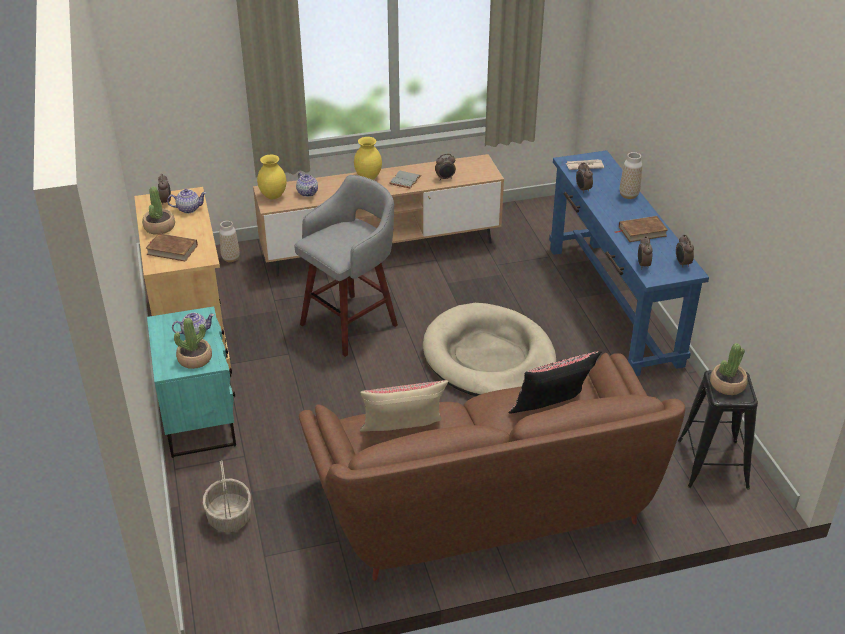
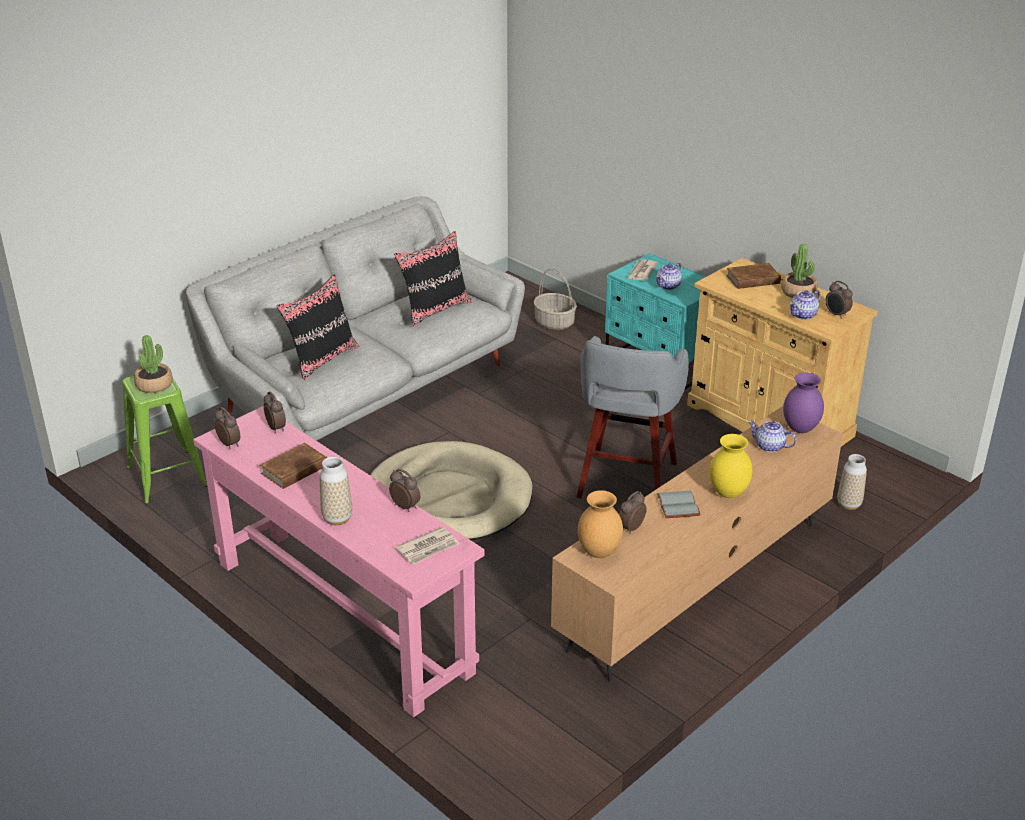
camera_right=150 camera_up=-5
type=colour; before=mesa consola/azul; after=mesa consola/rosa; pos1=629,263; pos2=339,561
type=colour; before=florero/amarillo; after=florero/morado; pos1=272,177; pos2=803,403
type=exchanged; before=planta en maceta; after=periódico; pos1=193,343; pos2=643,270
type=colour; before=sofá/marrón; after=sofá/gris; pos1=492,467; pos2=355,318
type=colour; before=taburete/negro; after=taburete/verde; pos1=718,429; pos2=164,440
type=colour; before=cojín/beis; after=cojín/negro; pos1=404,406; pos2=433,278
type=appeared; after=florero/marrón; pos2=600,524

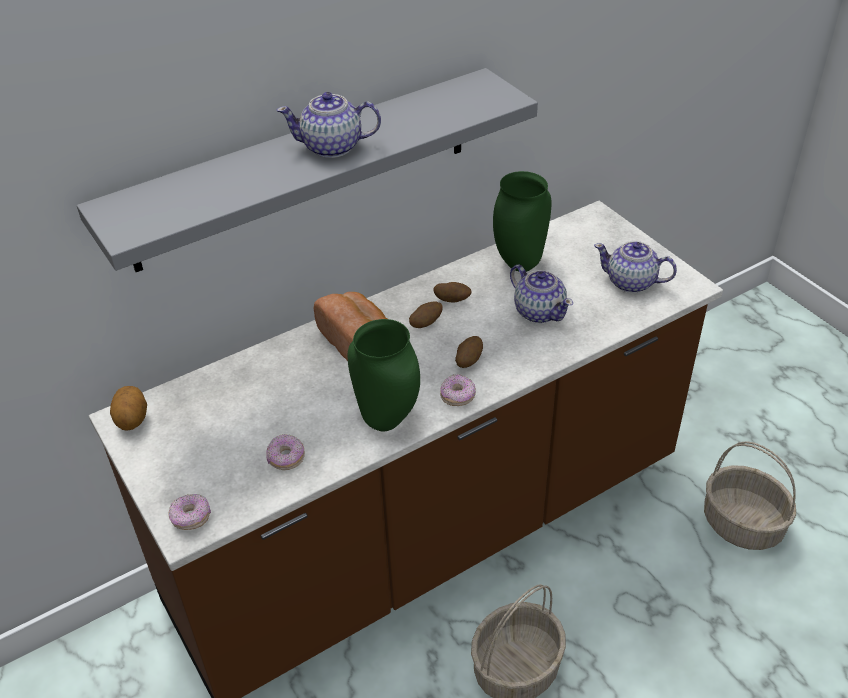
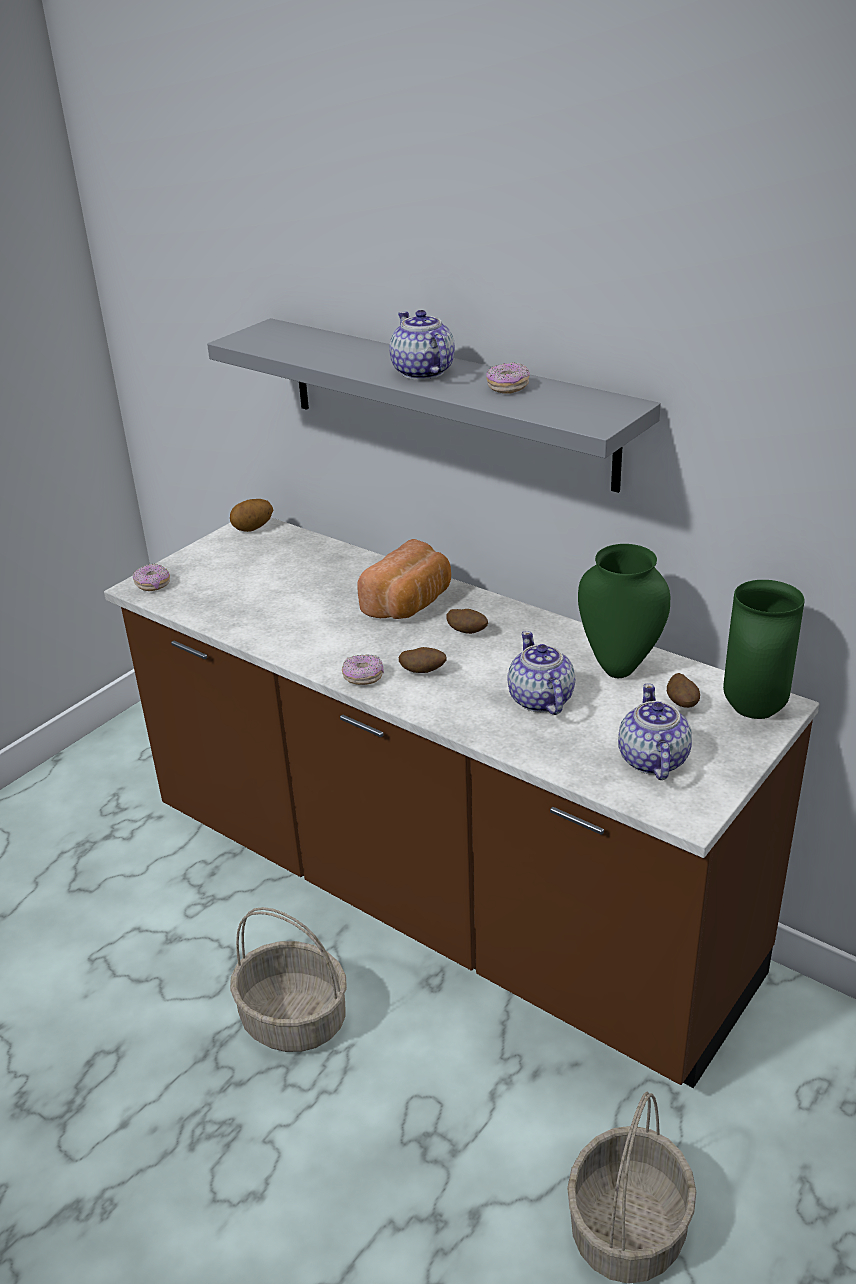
camera_right=70 camera_up=-10
type=spun; before=tetera; pos1=541,294; pos2=541,673; turn=135
type=relocated; before=patata; pos1=452,292; pos2=683,690
type=relocated; before=florero/verde; pos1=384,375; pos2=764,649
type=relocated; before=rosquilla; pos1=285,452; pos2=508,378

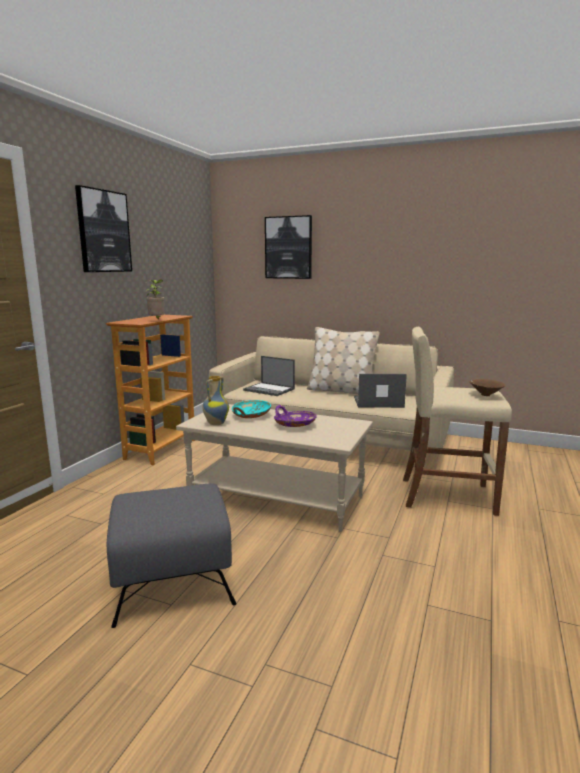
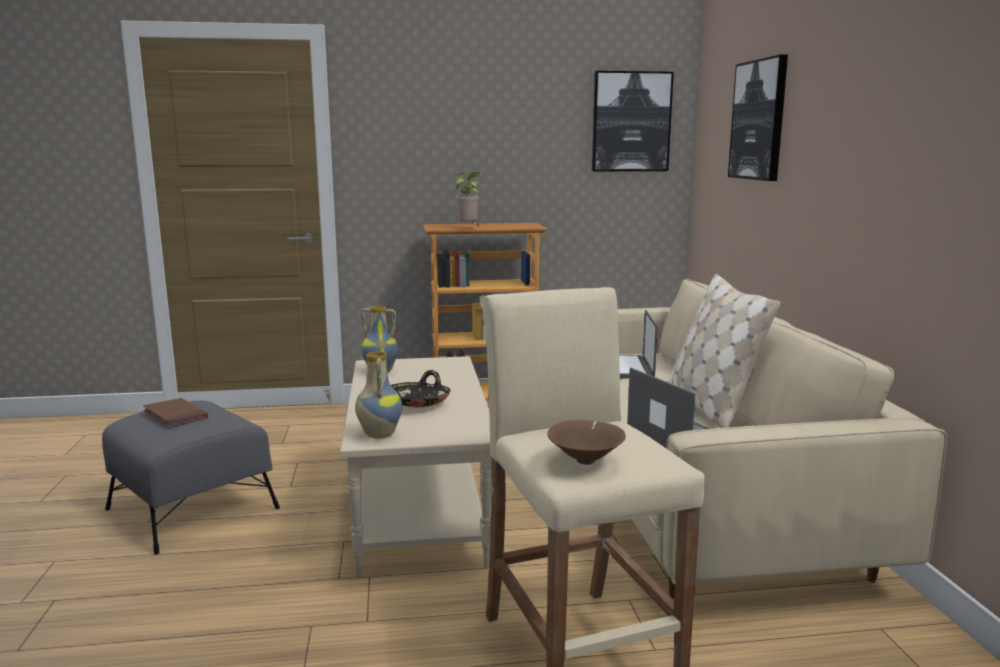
camera_right=60 camera_up=0
type=relocated; before=cuadro; pos1=103,228; pos2=633,121
type=missing; before=cuenco/turquesa; pos1=251,409
type=colour; before=cuenco/morado; after=cuenco/negro; pos1=295,416; pos2=420,388
type=appeared; after=florero; pos2=378,395
type=appeared; after=libro/marrón; pos2=175,413

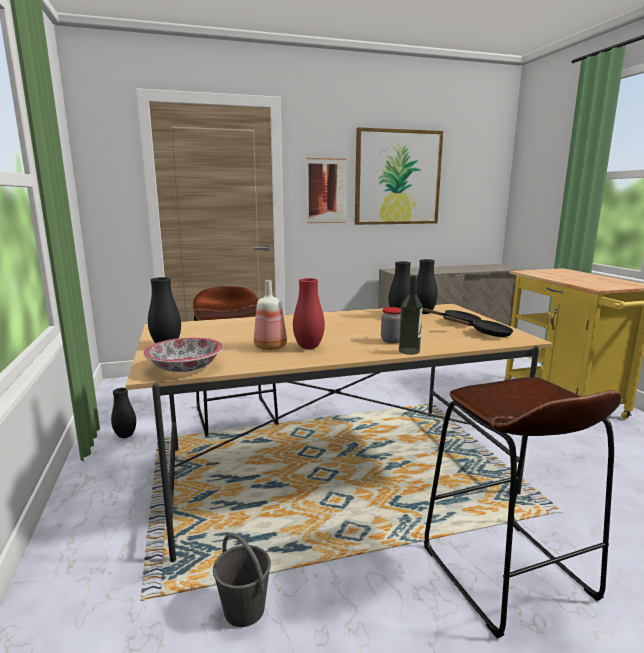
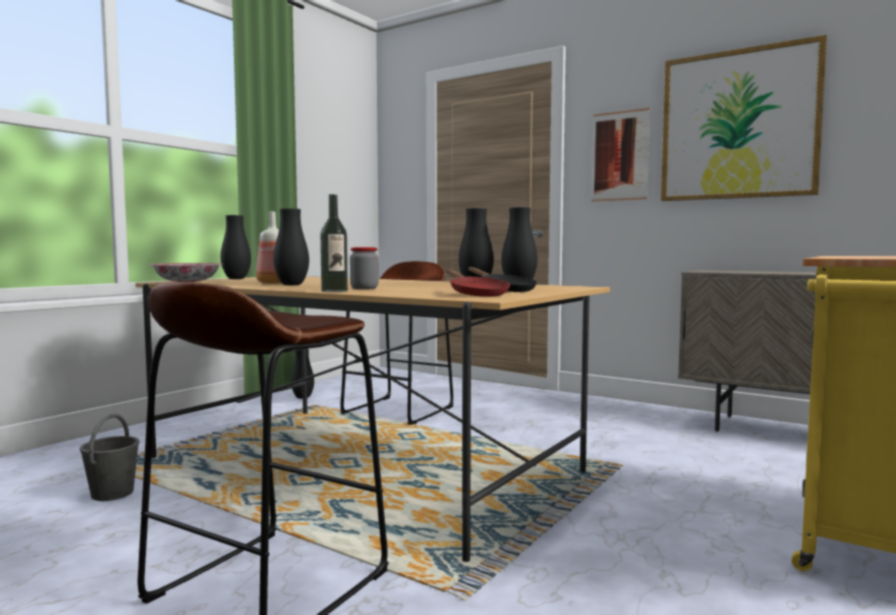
camera_right=50 camera_up=-10
type=colour; before=florero/rojo; after=florero/negro; pos1=309,313; pos2=291,246
type=colour; before=sartén/negro; after=sartén/rojo; pos1=478,326; pos2=477,282

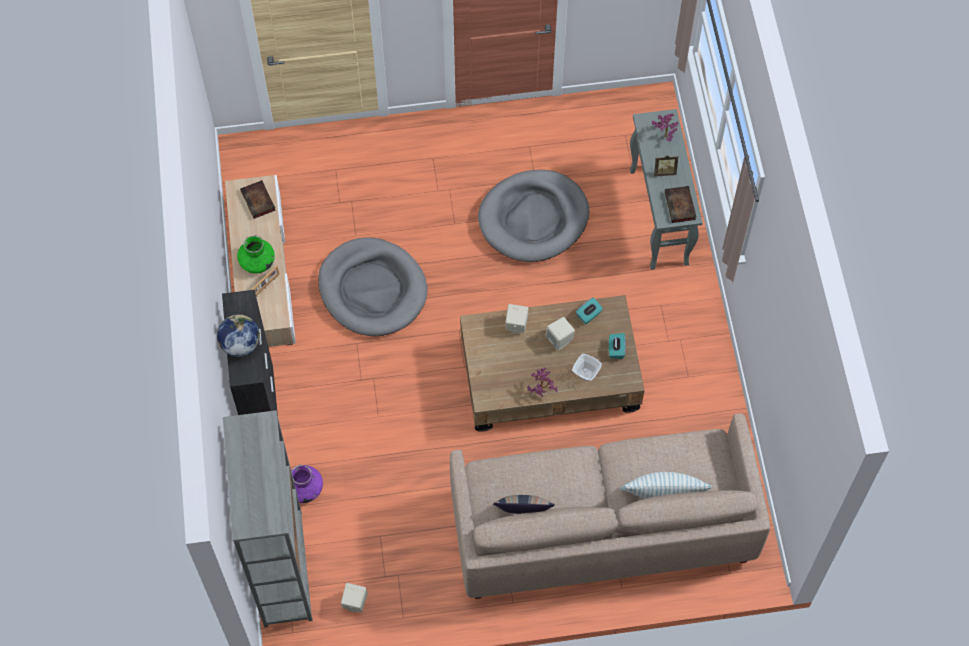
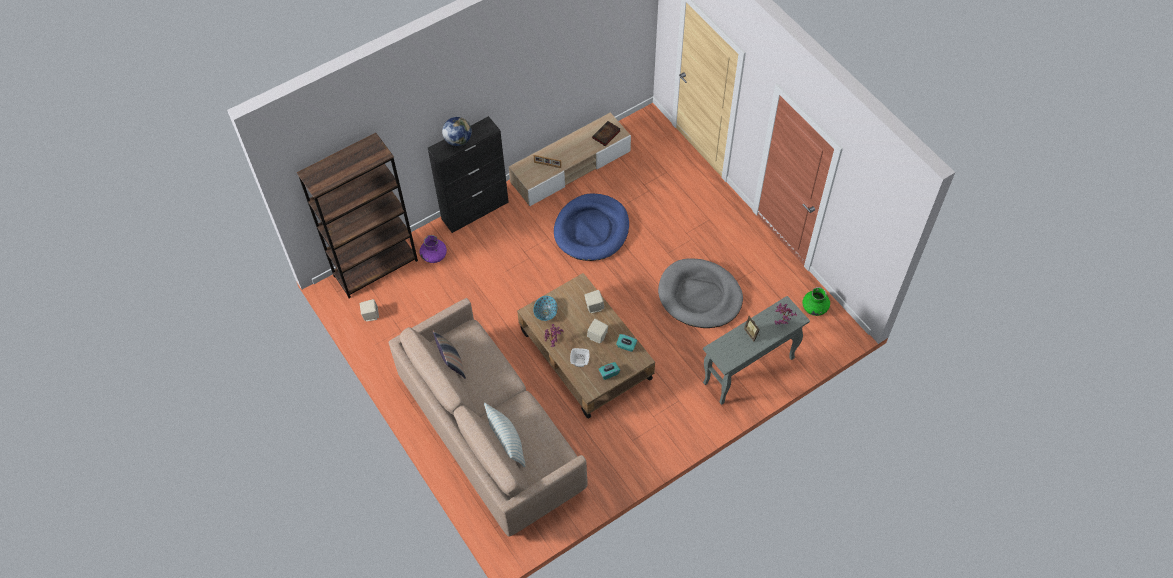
camera_right=65 camera_up=-5
type=missing; before=libro; pos1=680,204
type=relocated; before=florero/verde; pos1=256,254; pos2=816,301
type=colour; before=cama para perro/gris; after=cama para perro/azul; pos1=373,286; pos2=591,227
type=colour; before=estantería/gris; after=estantería/marrón; pos1=268,519; pos2=357,215
type=appeared; after=cuenco; pos2=545,308

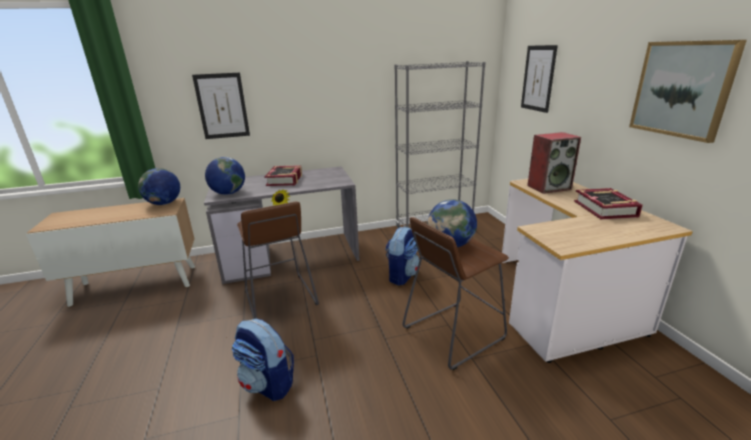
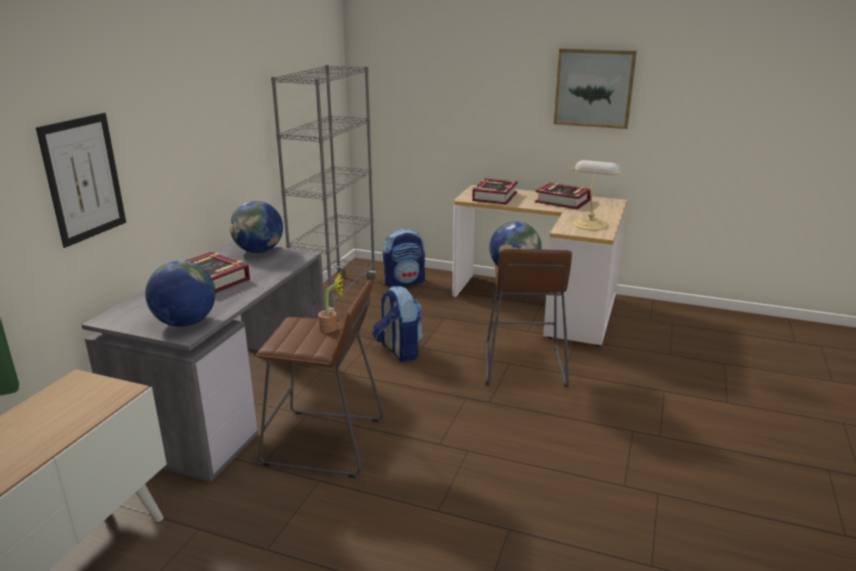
camera_right=-55 camera_up=0
type=missing; before=cuadro; pos1=539,79
type=exchanged; before=altavoz; after=libro; pos1=554,163; pos2=495,192
type=relocated; before=globo terráqueo; pos1=159,186; pos2=256,227
type=relocated; before=mochila; pos1=263,360; pos2=404,258
type=appeared; after=lámpara de mesa; pos2=597,195

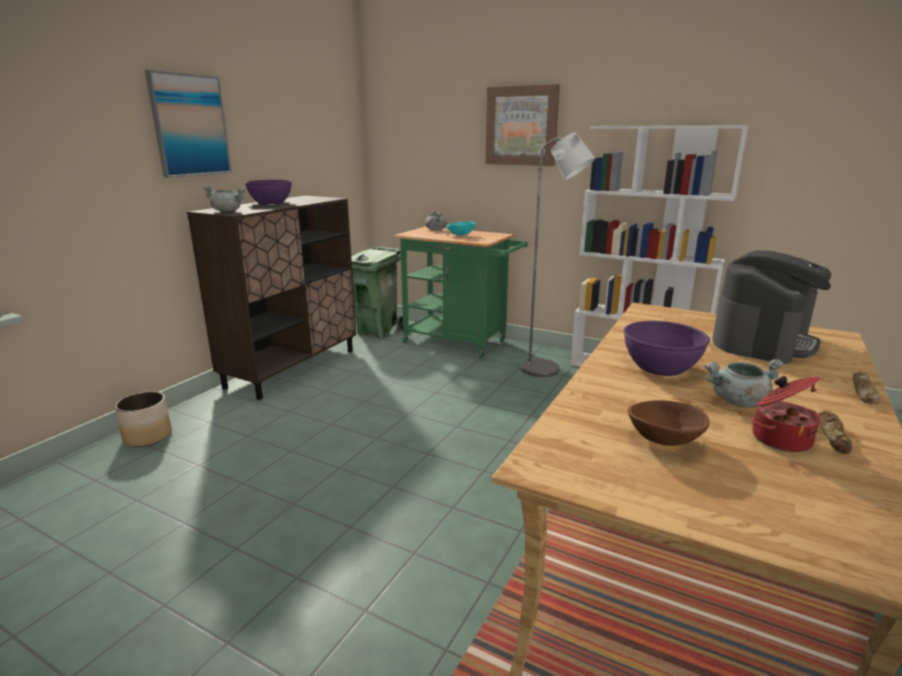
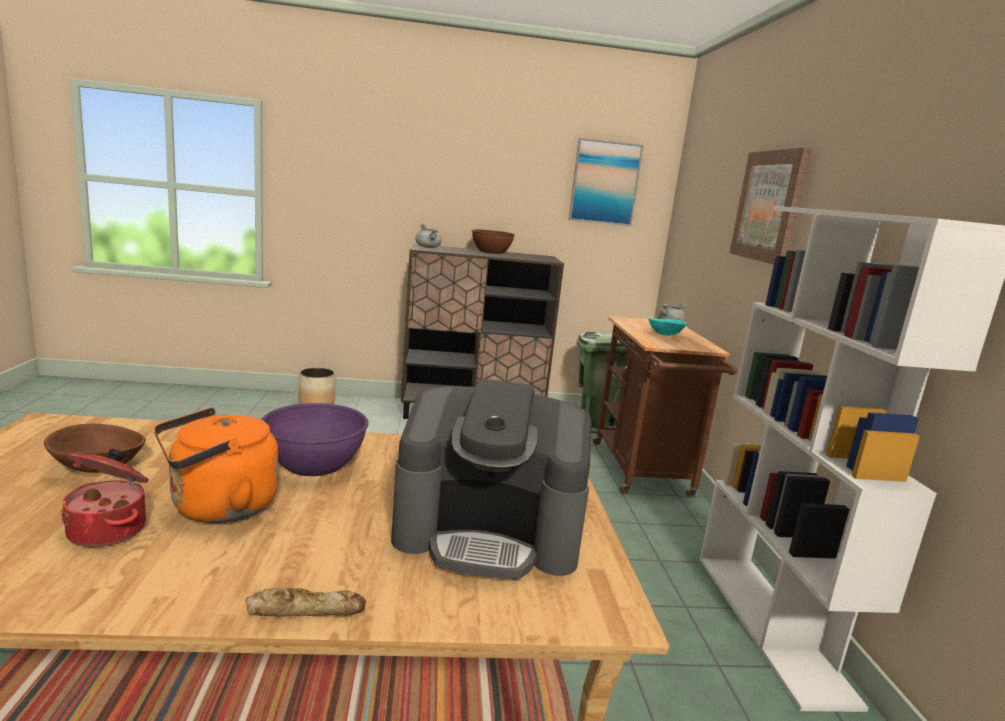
camera_right=55 camera_up=-5
type=relocated; before=cuadro; pos1=188,124; pos2=606,182
type=missing; before=lámpara de pie/gris; pos1=558,254
type=colour; before=cuenco/morado; after=cuenco/marrón; pos1=268,192; pos2=493,242
type=colour; before=carrito/verde; after=carrito/marrón; pos1=461,292; pos2=665,406
type=exchanged; before=olla/gris; after=hervidor/naranja; pos1=744,383; pos2=216,465
type=missing; before=pan; pos1=835,432

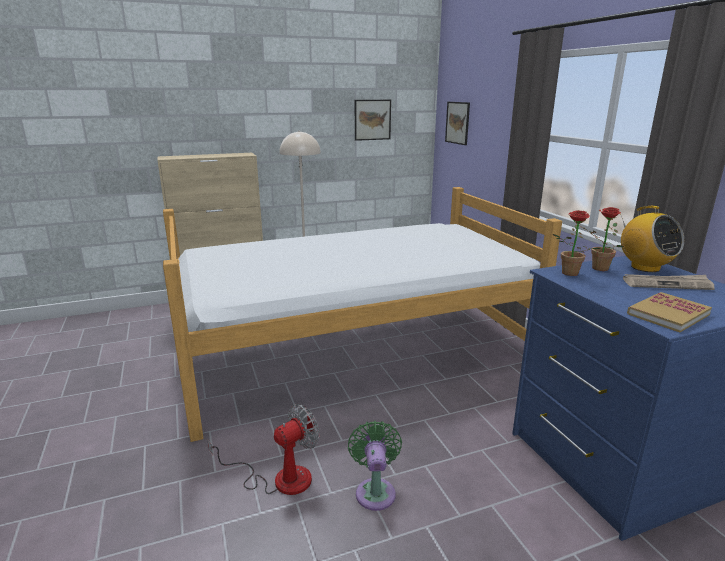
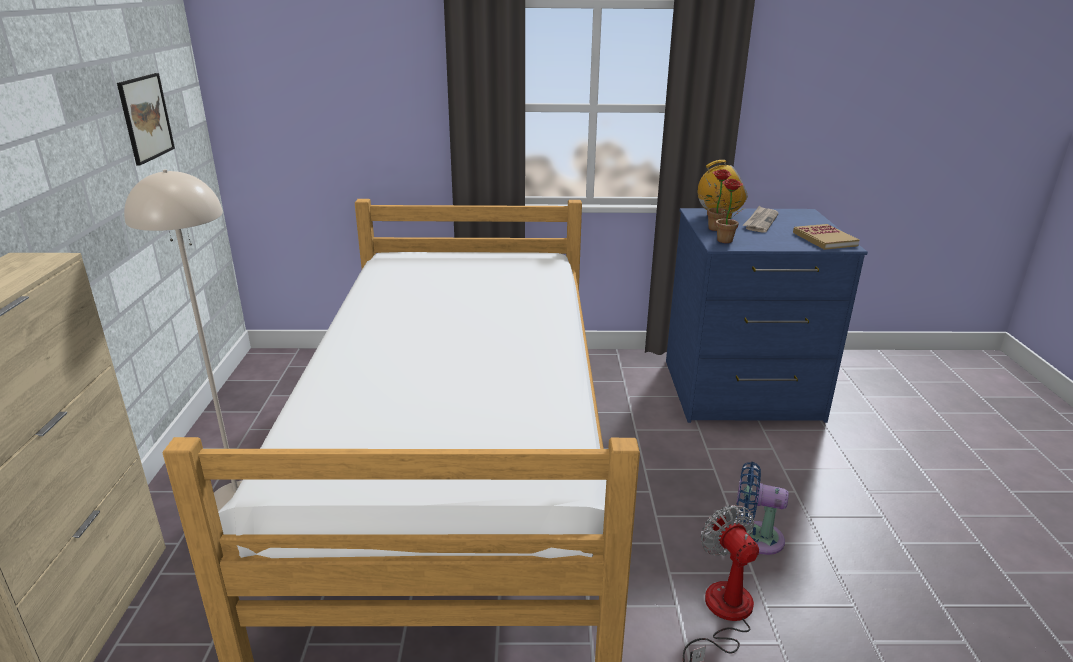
camera_right=-70 camera_up=5
type=missing; before=cuadro; pos1=457,123
type=colour; before=ventilador/verde; after=ventilador/azul; pos1=375,466; pos2=762,508

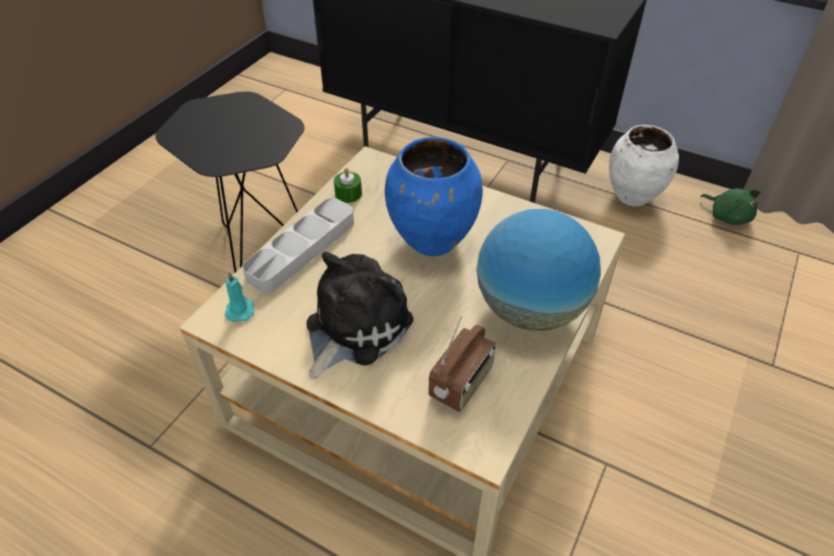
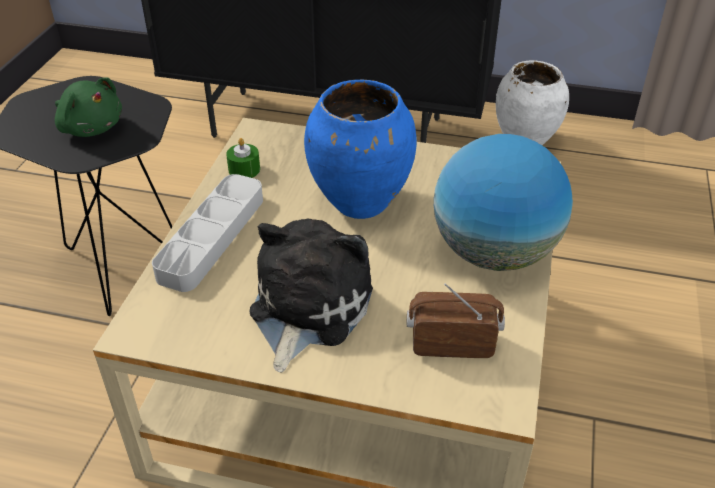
camera_right=-15 camera_up=-5
type=relocated; before=peluche/verde; pos1=730,207; pos2=88,107
type=missing; before=vela/turquesa; pos1=239,297
type=spun; before=radio; pos1=462,364; pos2=456,320; turn=-105

